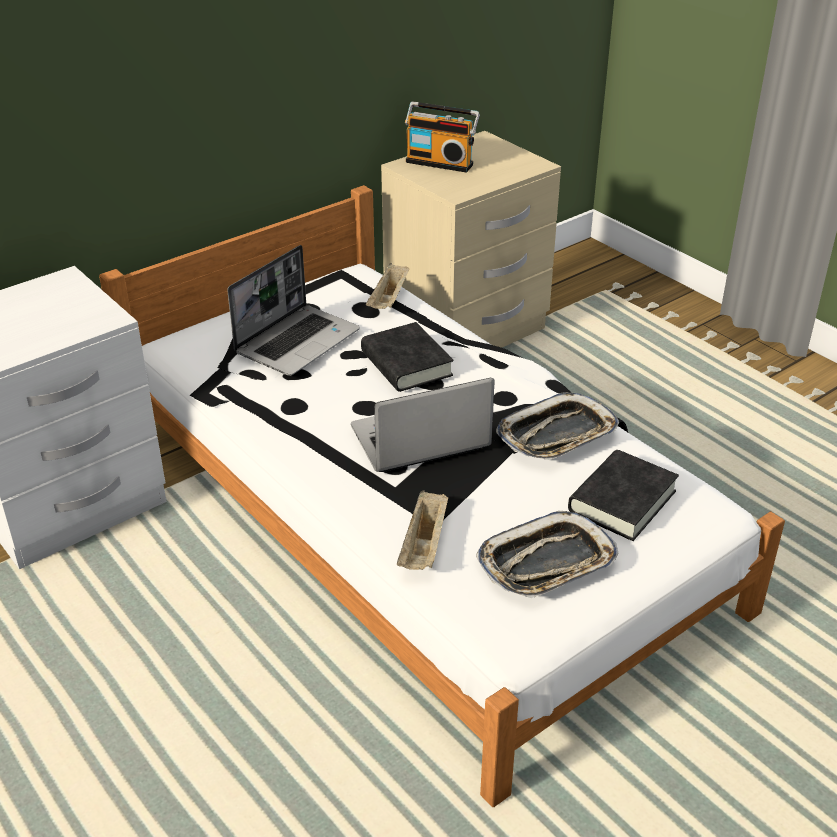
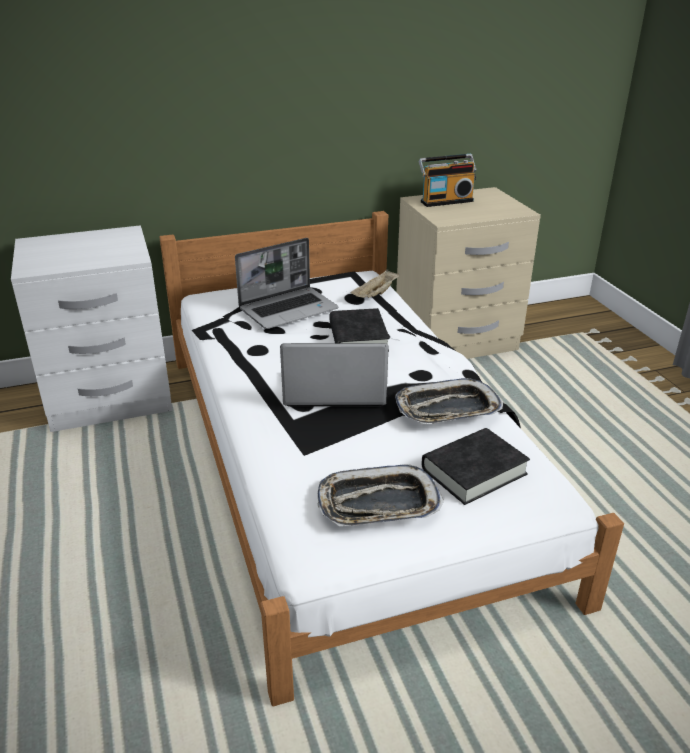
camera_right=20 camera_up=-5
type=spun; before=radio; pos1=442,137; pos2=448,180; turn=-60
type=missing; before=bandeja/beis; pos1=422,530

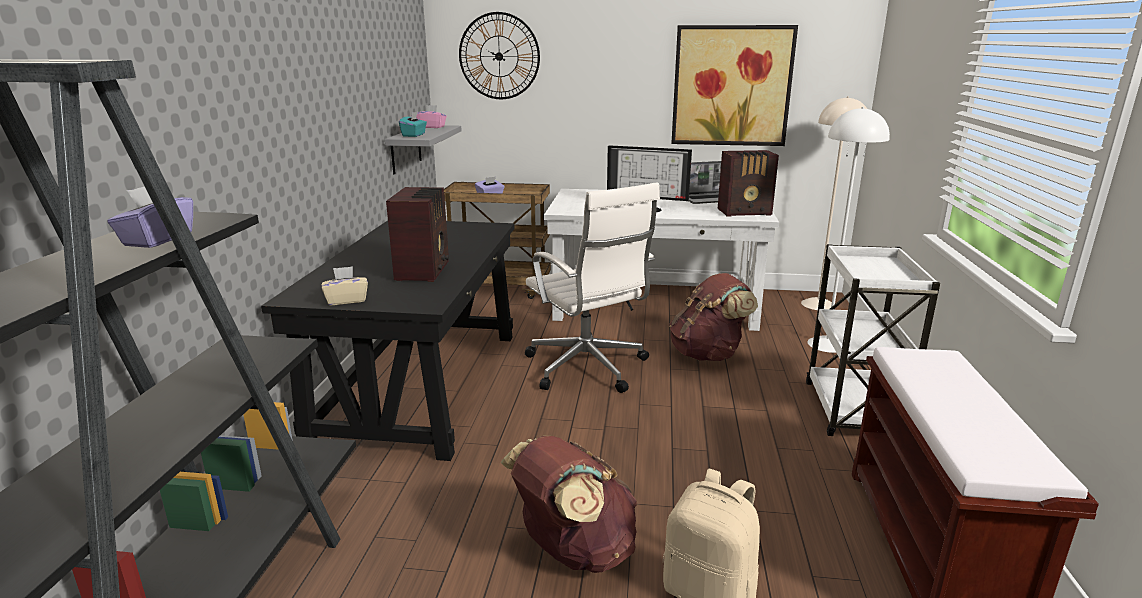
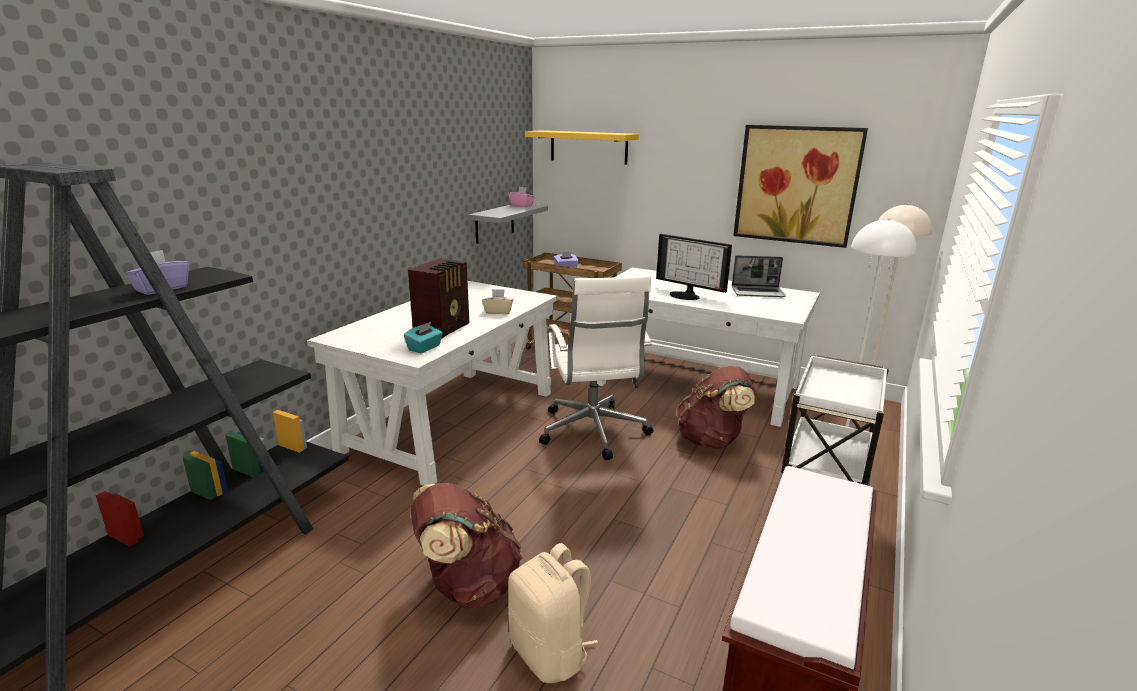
camera_right=20 camera_up=0
type=exchanged; before=reloj de pared; after=estante/amarillo; pos1=499,55; pos2=582,147
type=relocated; before=caja de pañuelos/turquesa; pos1=413,124; pos2=423,337
type=missing; before=radio; pos1=748,183
type=colour; before=escritorio/negro; after=escritorio/blanco; pos1=387,340; pos2=432,383
type=relocated; before=caja de pañuelos/beis; pos1=344,285; pos2=498,301

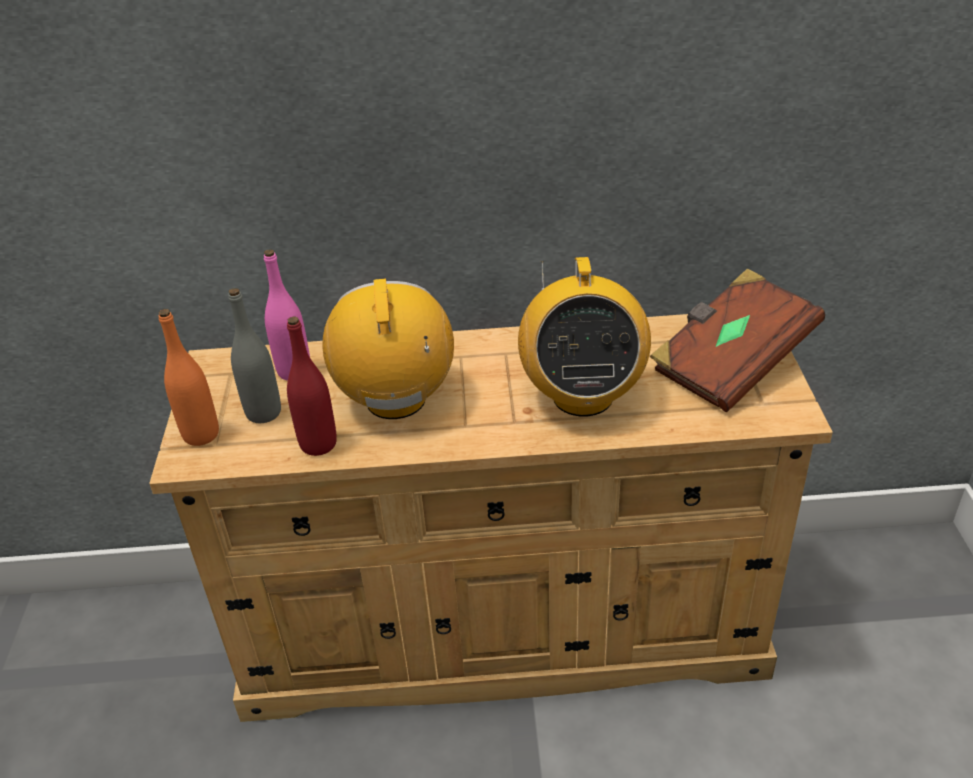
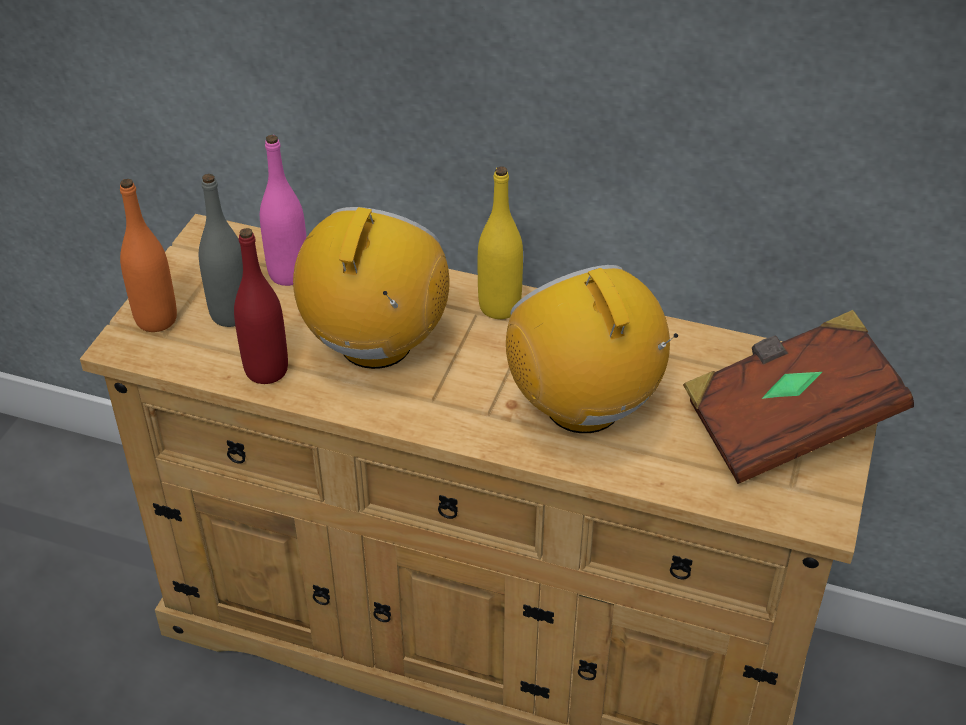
camera_right=20 camera_up=5
type=spun; before=radio; pos1=584,336; pos2=592,349; turn=135
type=appeared; after=botella/amarillo; pos2=500,242

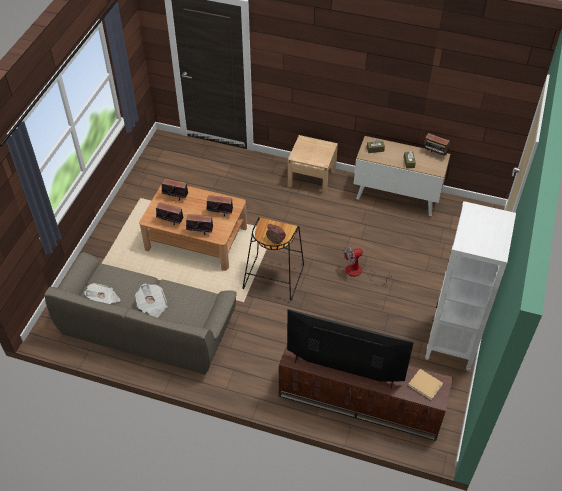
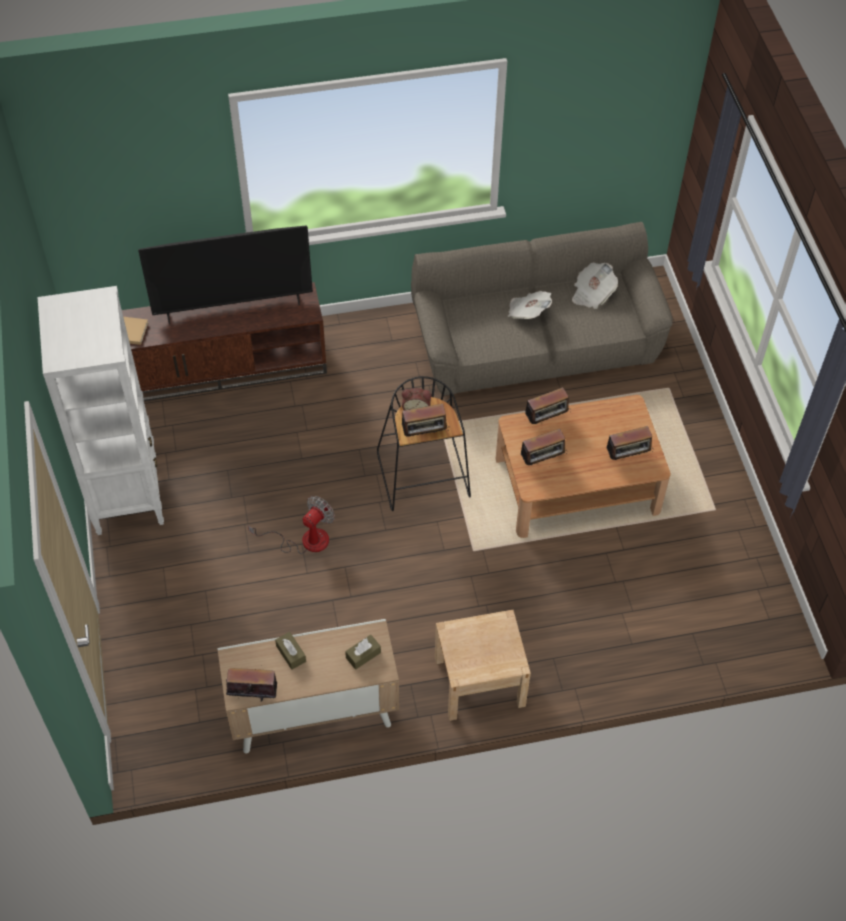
camera_right=150 camera_up=5
type=relocated; before=radio; pos1=169,214; pos2=424,421

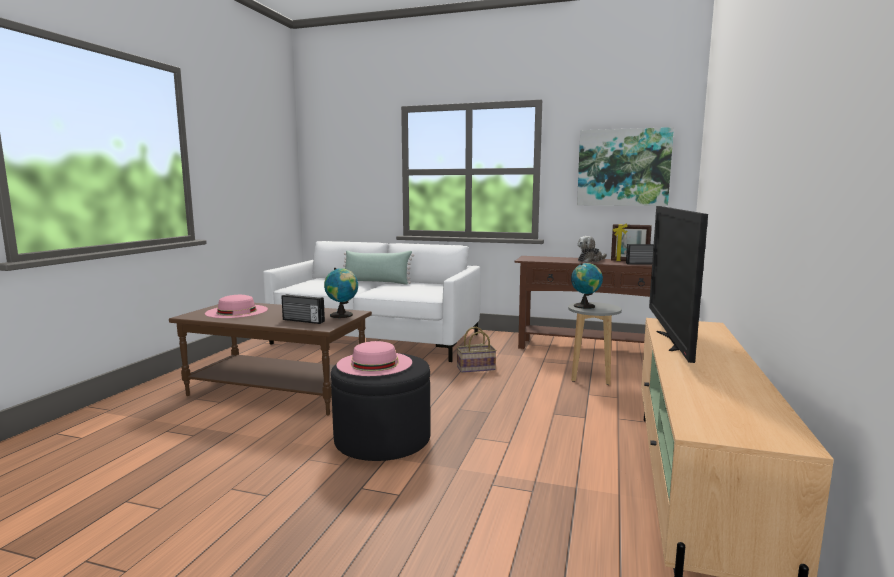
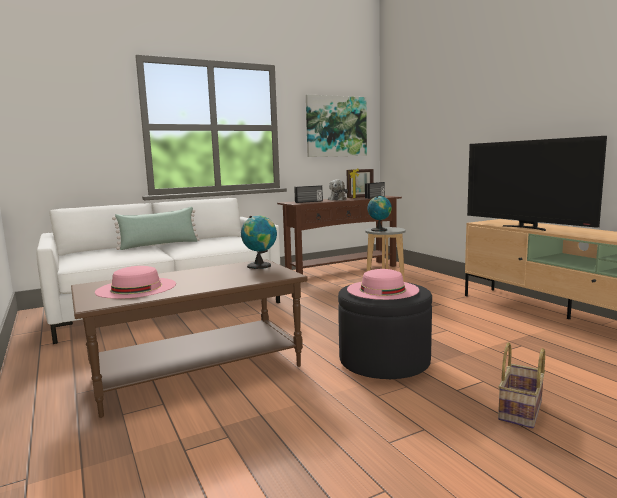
camera_right=-45 camera_up=0
type=relocated; before=radio; pos1=303,309; pos2=308,194
type=relocated; before=cesta; pos1=476,350; pos2=521,385

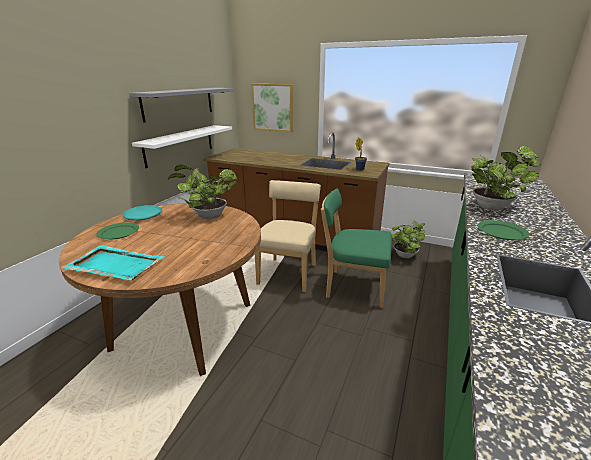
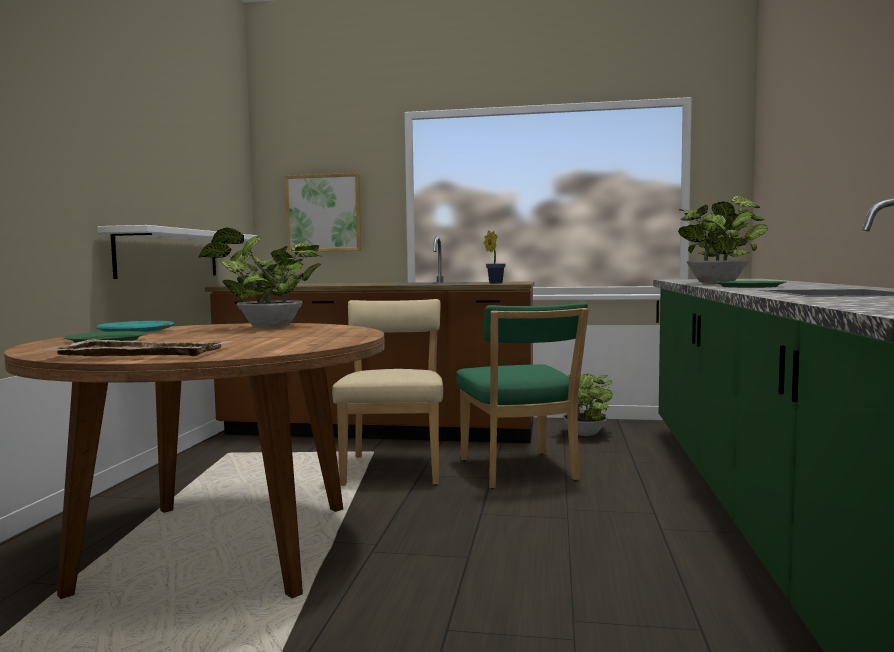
camera_right=-15 camera_up=-20
type=missing; before=estante/gris; pos1=181,105
type=spun; before=silla/verde; pos1=356,248; pos2=522,396; turn=-105
type=colour; before=bandeja/turquesa; after=bandeja/beis; pos1=113,262; pos2=134,347

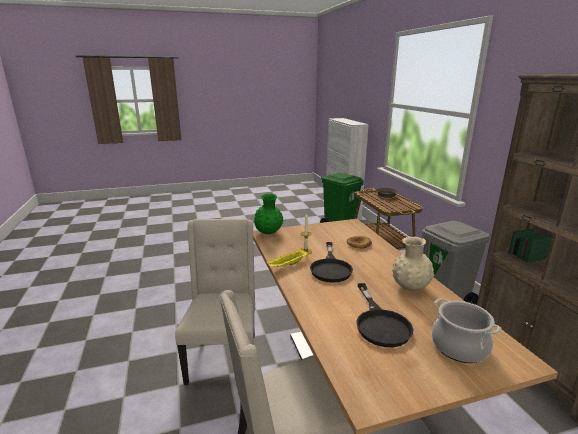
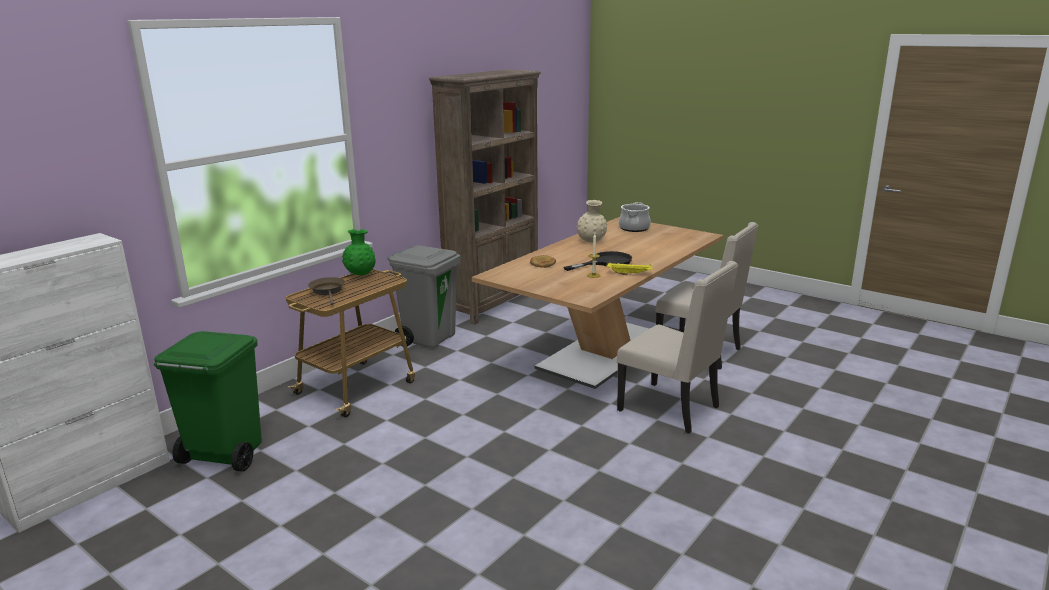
camera_right=-125 camera_up=0
type=relocated; before=florero/verde; pos1=268,213; pos2=359,252
type=spun; before=silla/beis; pos1=215,302; pos2=677,347; turn=-105
type=missing; before=sartén/negro; pos1=384,315

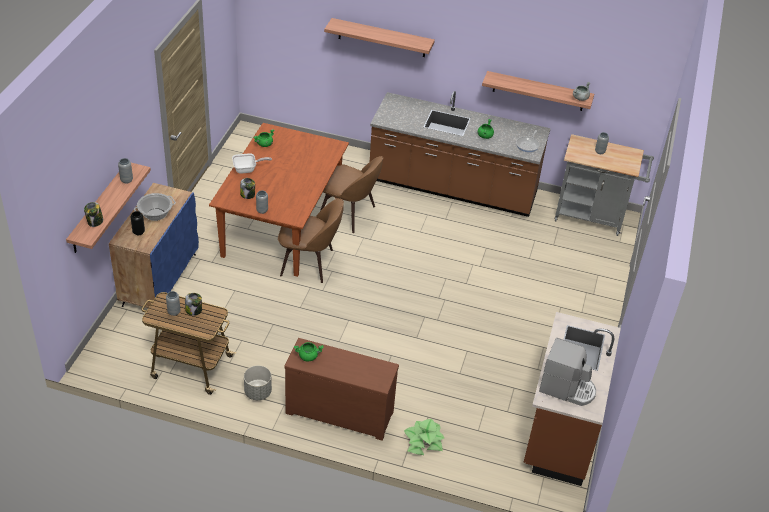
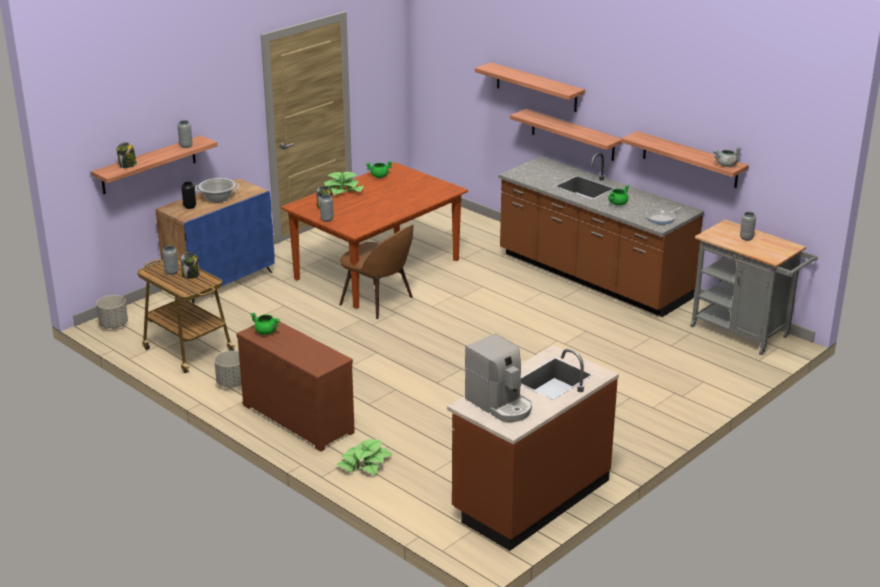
camera_right=30 camera_up=-15
type=exchanged; before=sartén; after=planta en maceta; pos1=252,163; pos2=344,183
type=missing; before=silla/marrón; pos1=351,194
type=appeared; after=estante; pos2=566,135
type=appeared; after=maceta/gris; pos2=112,312

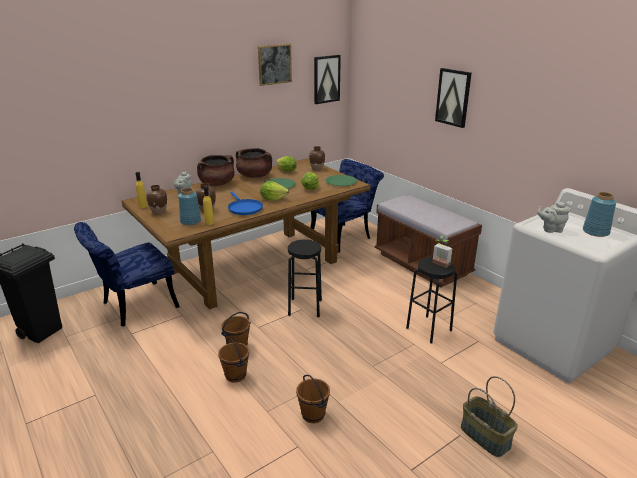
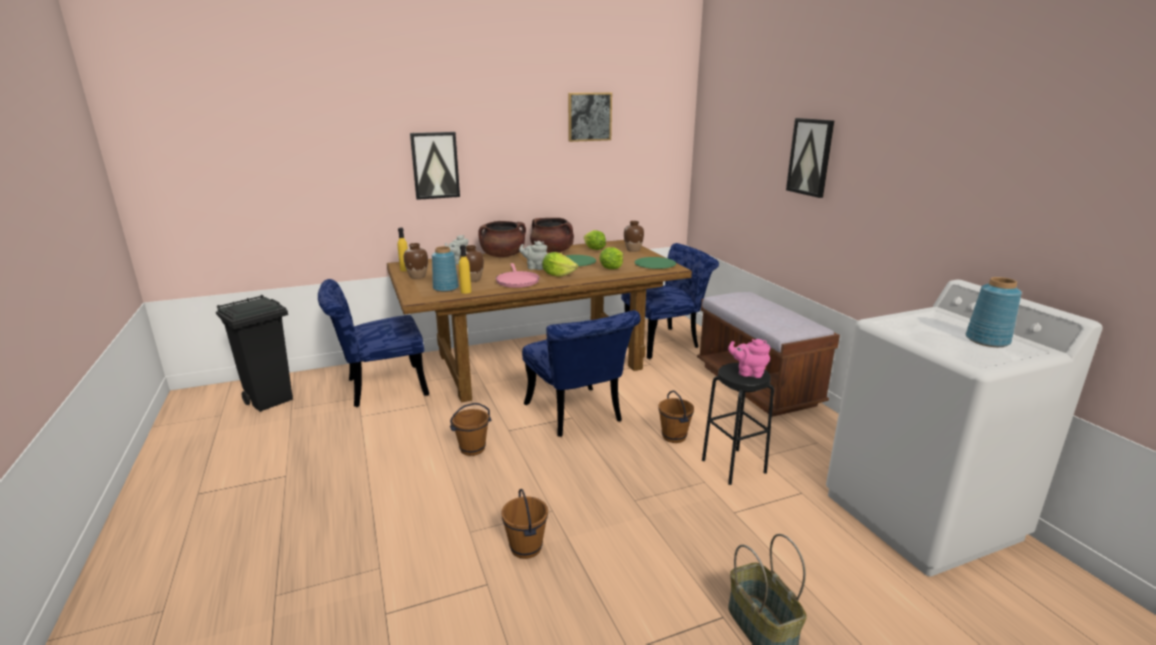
camera_right=15 camera_up=-5
type=relocated; before=cuadro; pos1=327,79; pos2=435,166
type=colour; before=sartén/azul; after=sartén/rosa; pos1=245,203; pos2=518,275
type=relocated; before=tetera/gris; pos1=553,217; pos2=533,255
type=exchanged; before=planta en maceta; after=tetera/rosa; pos1=442,252; pos2=749,358
type=exchanged; before=taburete/negro; after=silla/azul; pos1=305,278; pos2=581,373
type=relocated; before=cubo/marrón; pos1=233,360; pos2=676,417

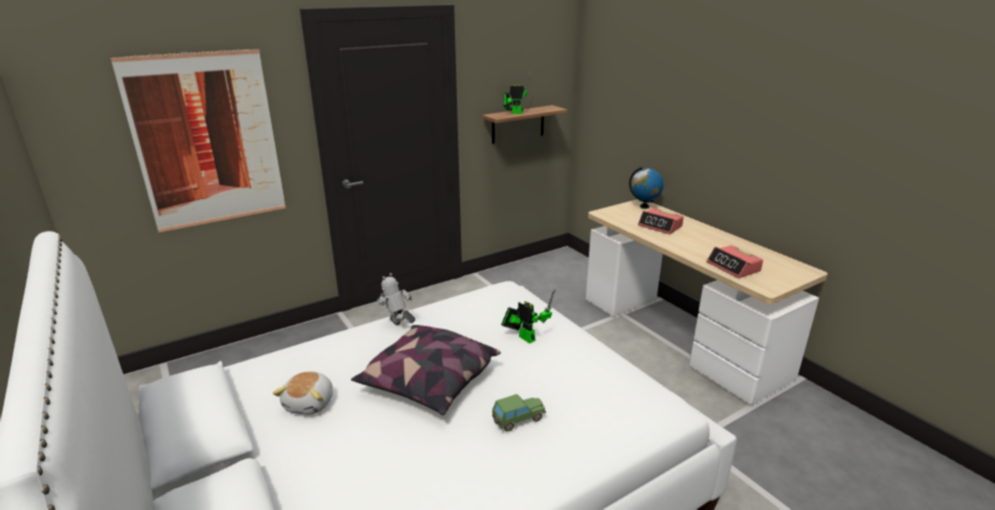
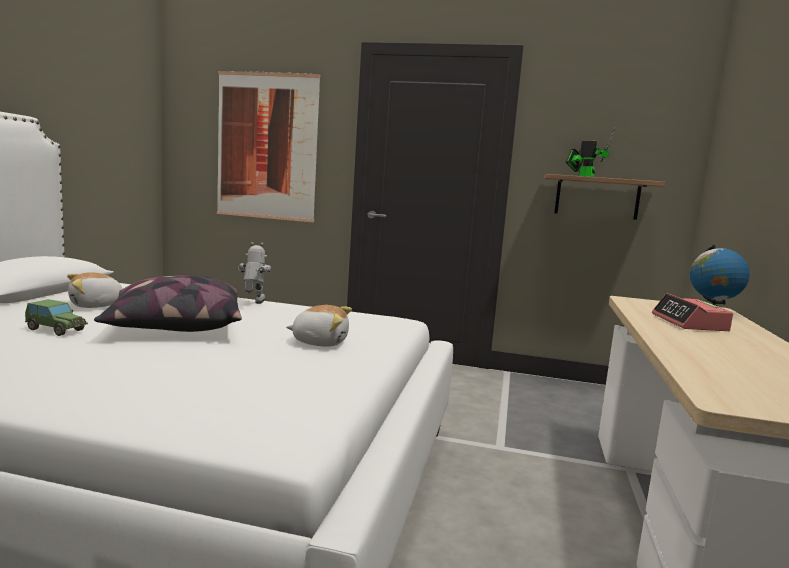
camera_right=45 camera_up=-15
type=missing; before=despertador; pos1=735,261
type=exchanged; before=robot de juguete; after=peluche; pos1=528,316; pos2=319,326
type=relocated; before=coche de juguete; pos1=519,412; pos2=56,317

